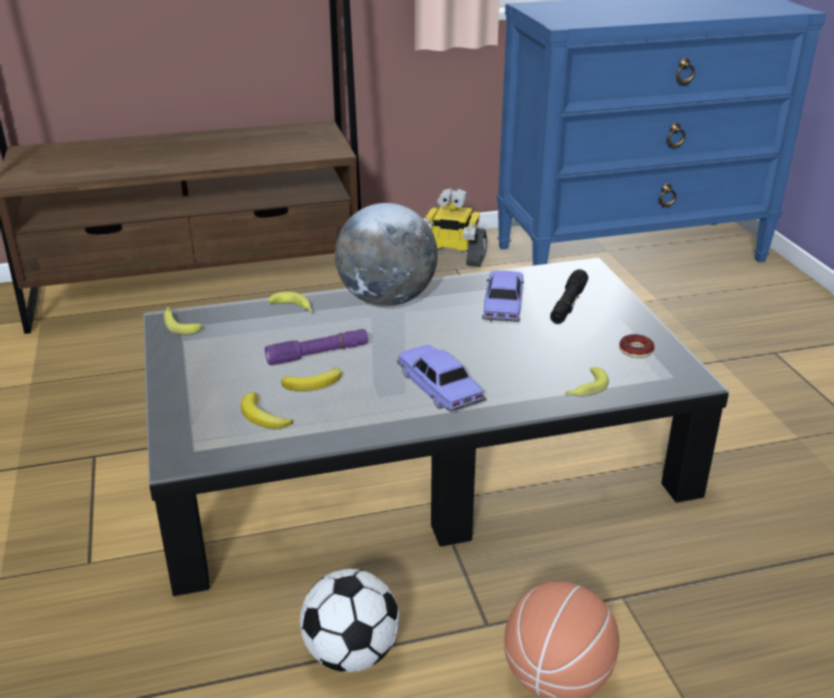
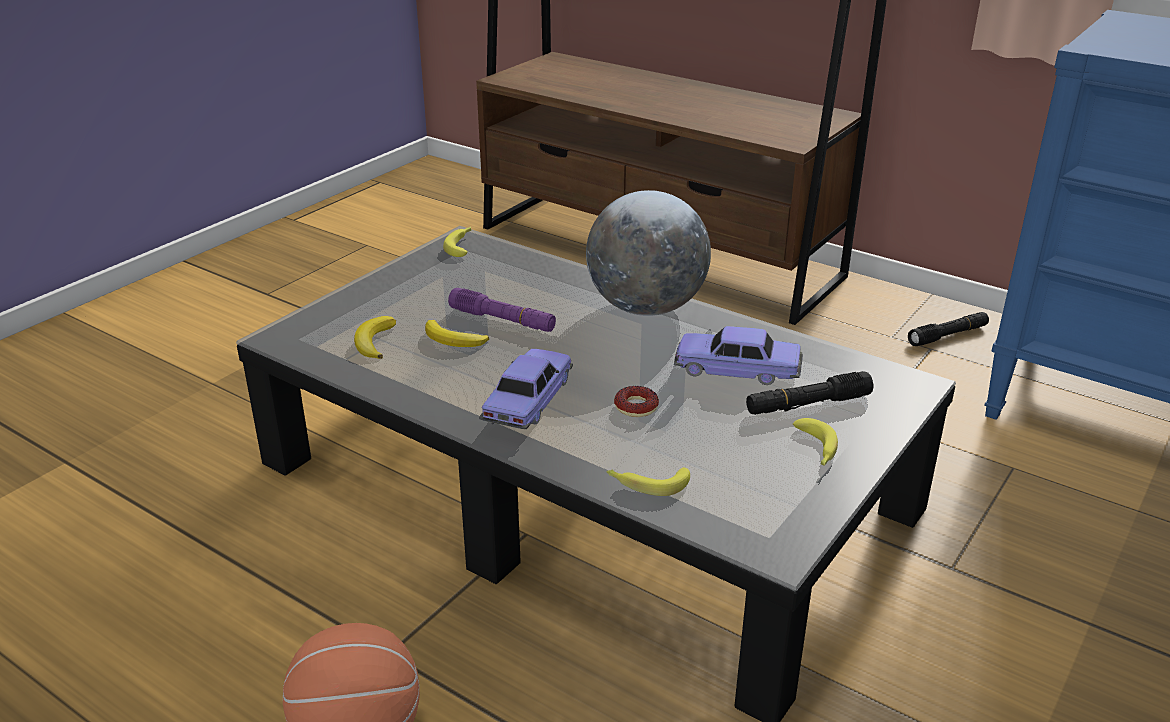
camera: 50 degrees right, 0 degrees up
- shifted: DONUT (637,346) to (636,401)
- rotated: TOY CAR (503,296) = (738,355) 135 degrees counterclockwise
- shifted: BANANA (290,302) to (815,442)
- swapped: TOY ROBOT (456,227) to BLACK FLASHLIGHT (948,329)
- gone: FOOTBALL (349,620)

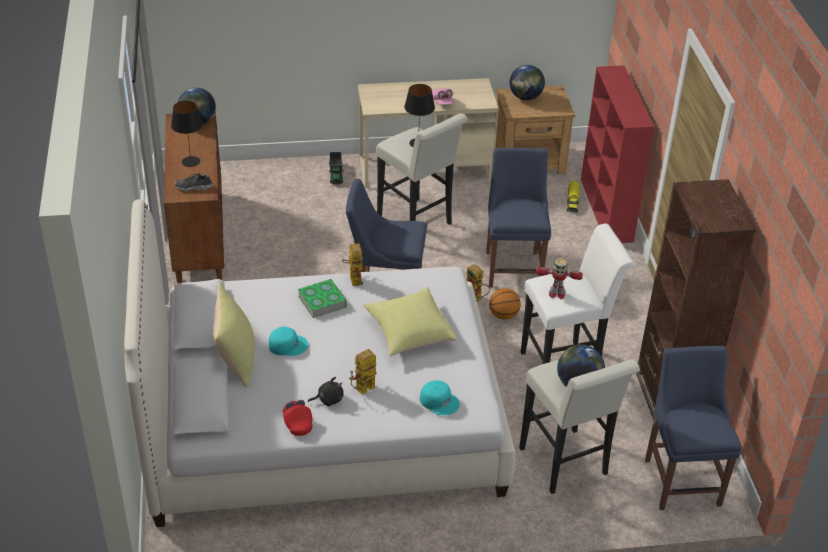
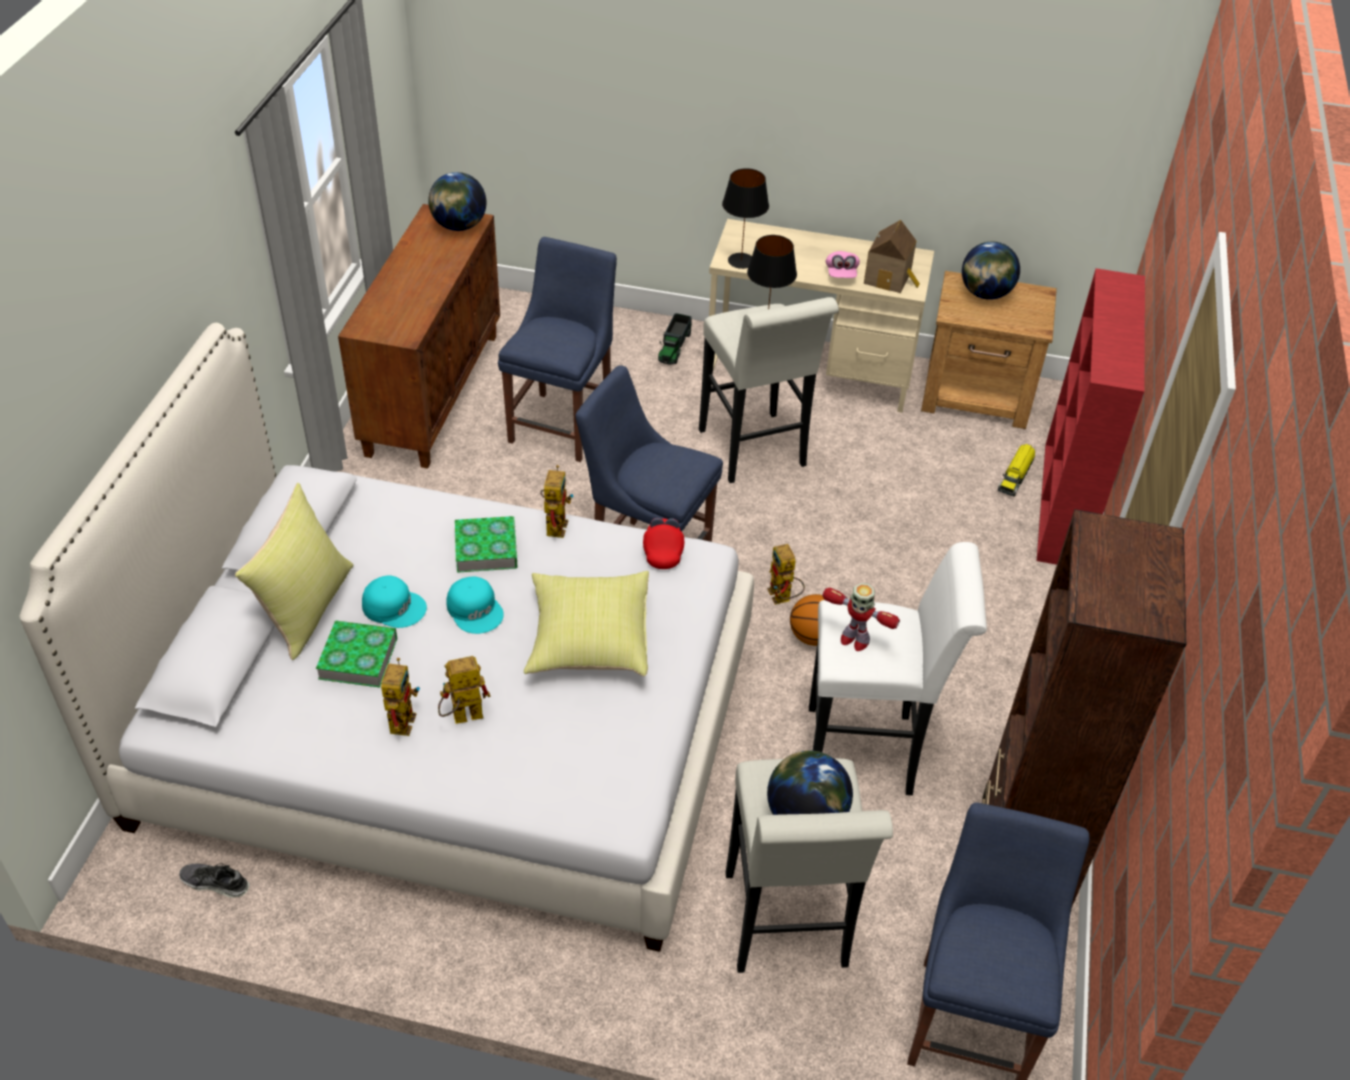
camera: 20 degrees right, 5 degrees up
- shifted: SHOE (193,182) to (214,880)
- new: BOOK (356,654)
- swapped: BLACK PLUSH TOY (326,391) to TOY ROBOT (400,697)
- shifted: TURQUOISE CAP (440,397) to (475,605)
- shifted: BLUE CHAIR (518,217) to (557,349)
- shifted: RED CAP (297,418) to (663,543)
- shifted: BLACK TABLE LAMP (187,134) to (745,218)
- new: TOY HOUSE (892,256)

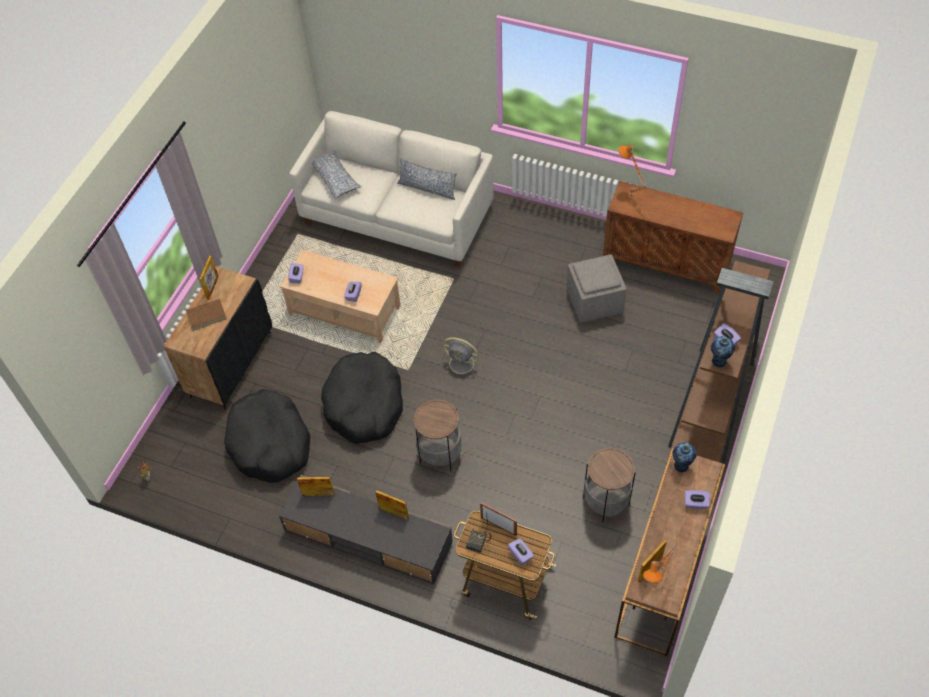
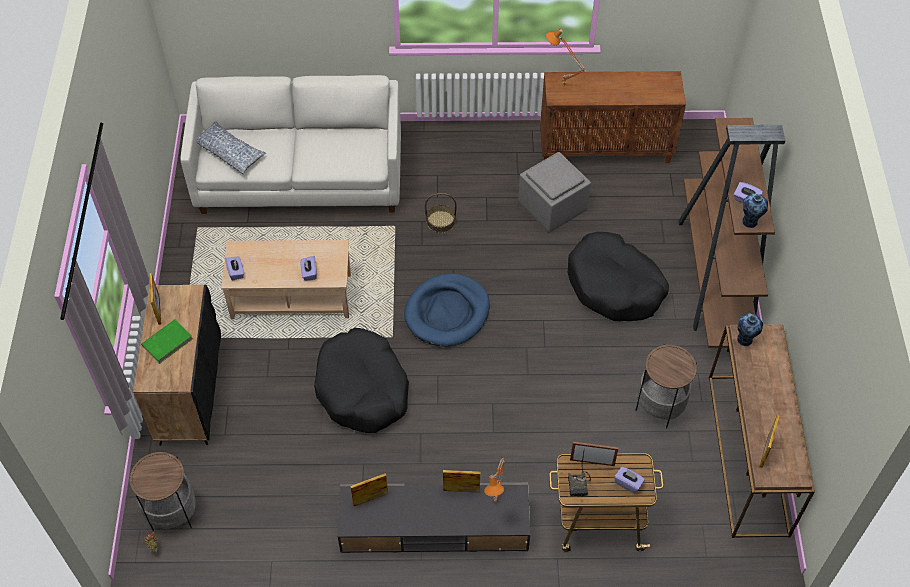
camera: 25 degrees left, 0 degrees up
- shifted: SIDE TABLE (437,436) to (163,492)
- repainted: BROWN BOOK (206,315) to GREEN BOOK (167,342)
- swapped: GREY FAN (462,358) to BLUE DOG BED (447,310)
- new: BASKET (441,213)
- shifted: ORANGE TABLE LAMP (658,568) to (494,480)
- shifted: BLACK DOG BED (267,436) to (618,276)
- gone: PILLOW (427,179)
- gone: PURPLE TISSUE BOX (697,499)

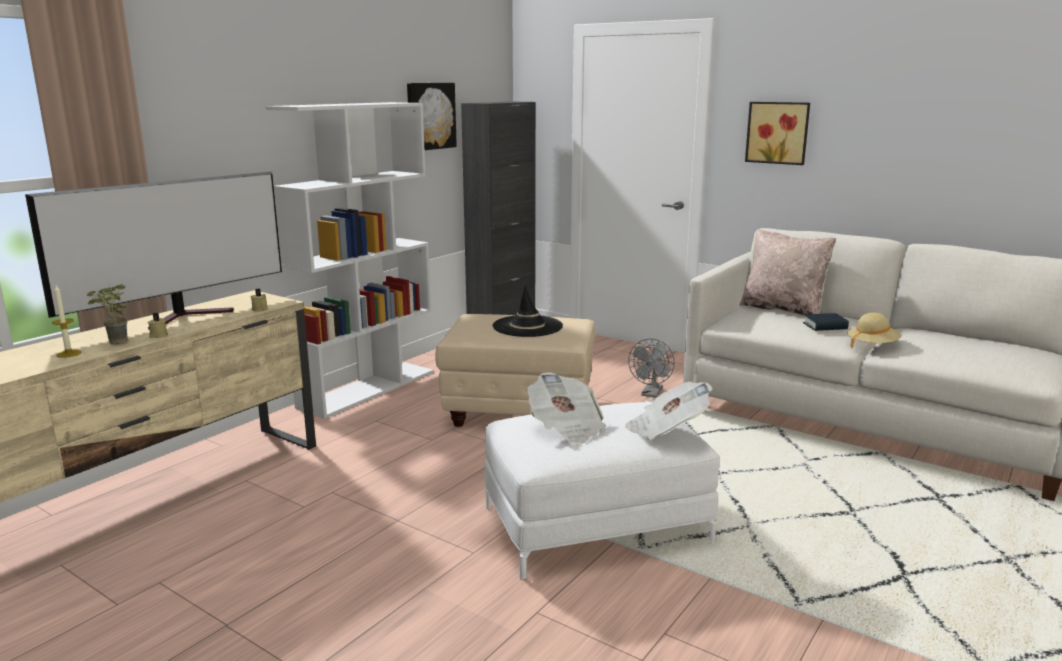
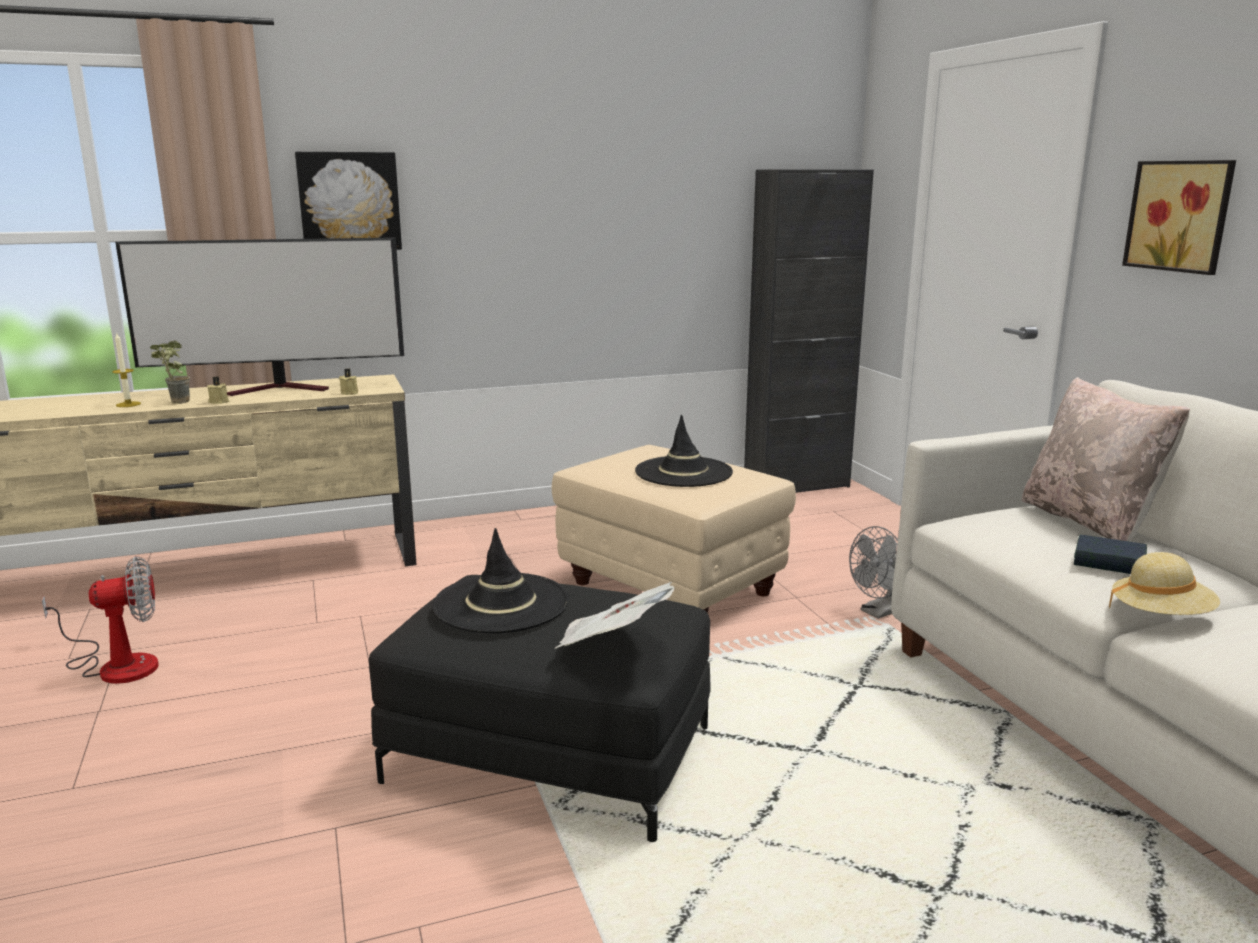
camera: 35 degrees right, 0 degrees up
- new: FAN (100,620)
- shifted: PICTURE (432,116) to (348,201)
- repainted: WHITE OTTOMAN (602,491) to BLACK OTTOMAN (539,708)
- swapped: NEWSPAPER (566,409) to BLACK HAT (500,580)
- gone: WHITE BOOKCASE (349,260)

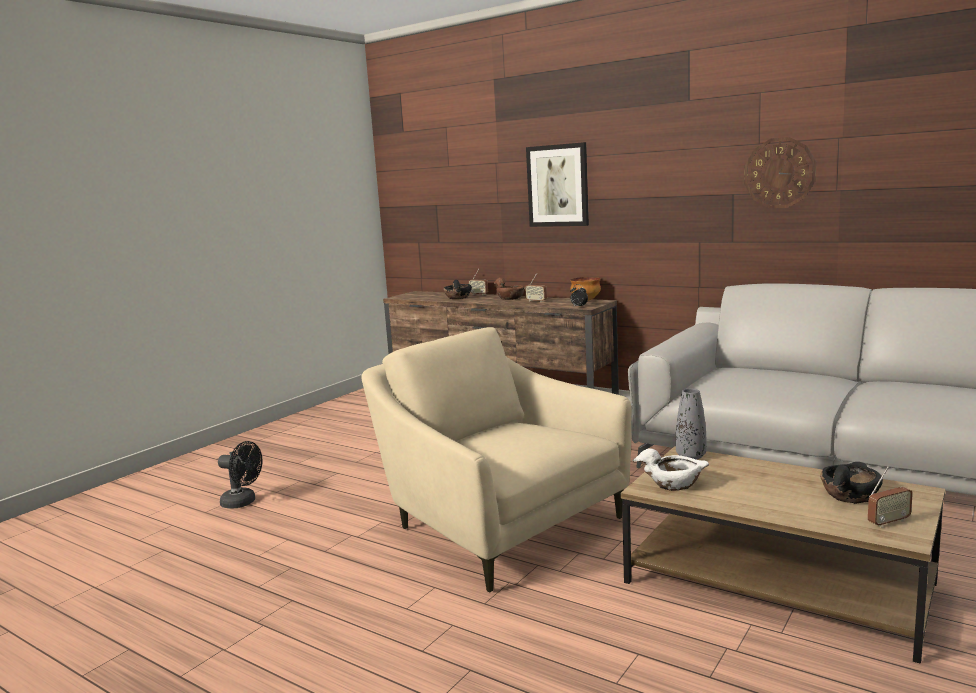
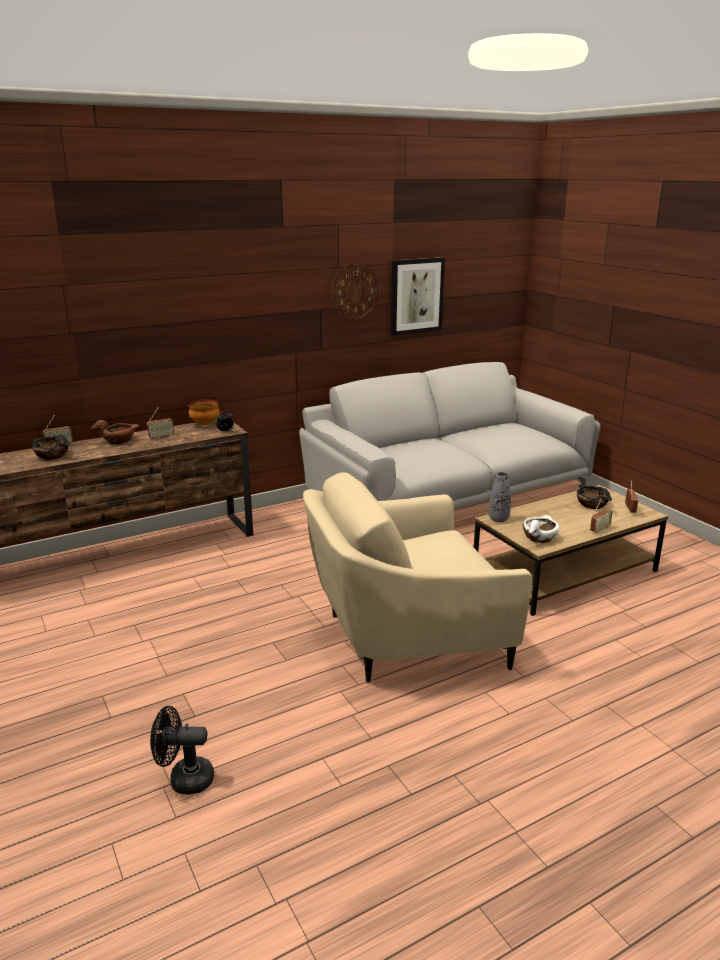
camera: 65 degrees left, 10 degrees up
- rotated: BLACK FAN (240,474) = (182,750) 135 degrees counterclockwise
- shifted: PICTURE (557,184) to (418,296)
- new: RADIO (601,516)

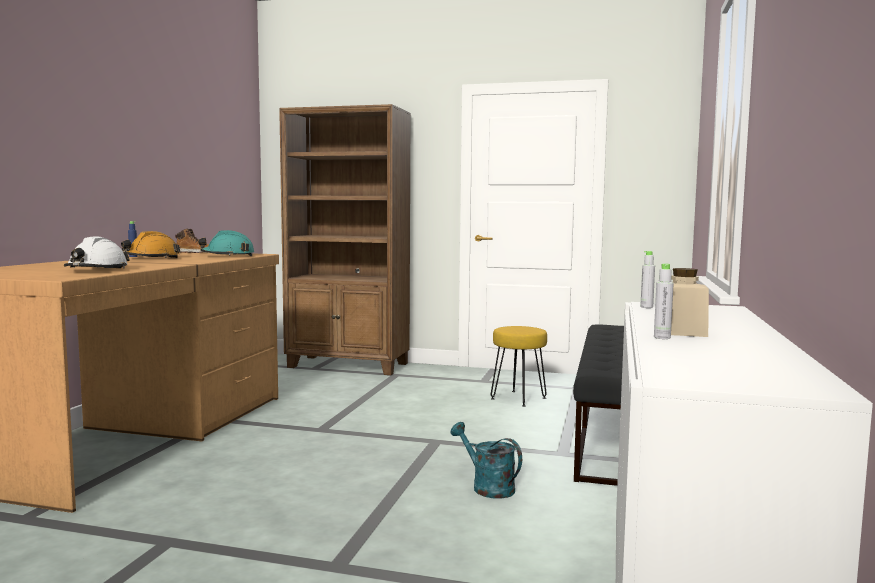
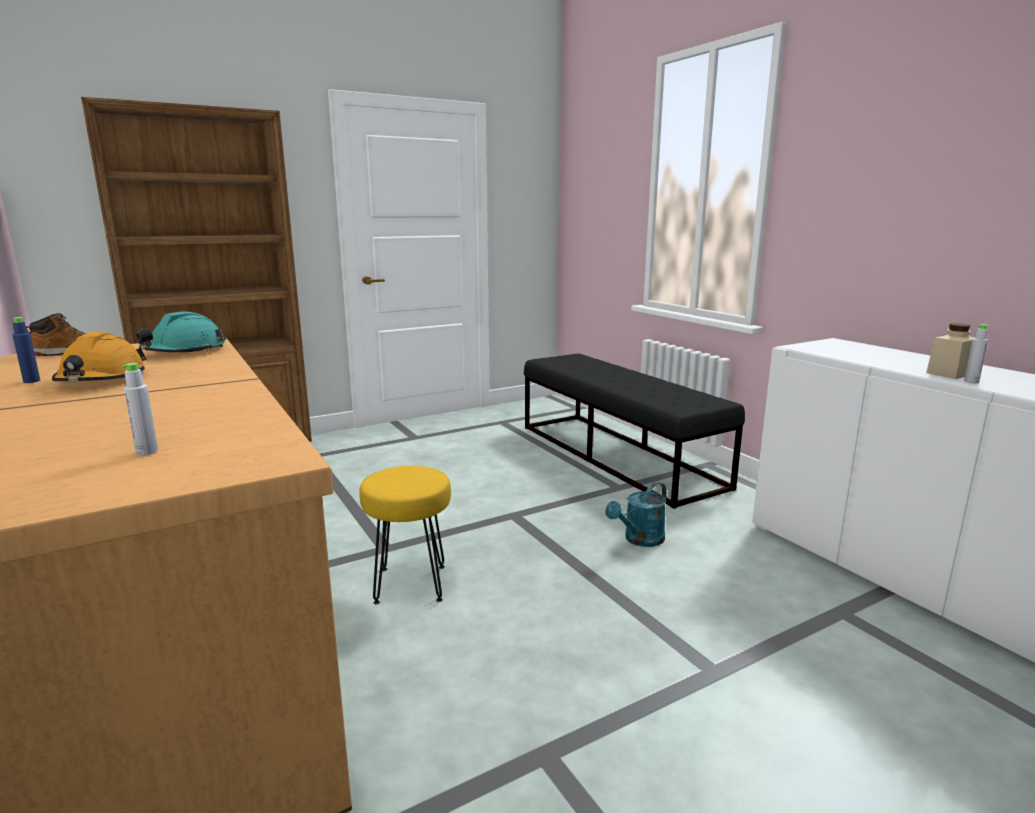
camera: 45 degrees left, 10 degrees up
- shifted: GREY BOTTLE (647,279) to (139,409)
- shifted: YELLOW STOOL (519,366) to (405,535)
- rotated: TURQUOISE WATERING CAN (486,460) = (636,514) 45 degrees counterclockwise
- gone: WHITE HARD HAT (97,252)

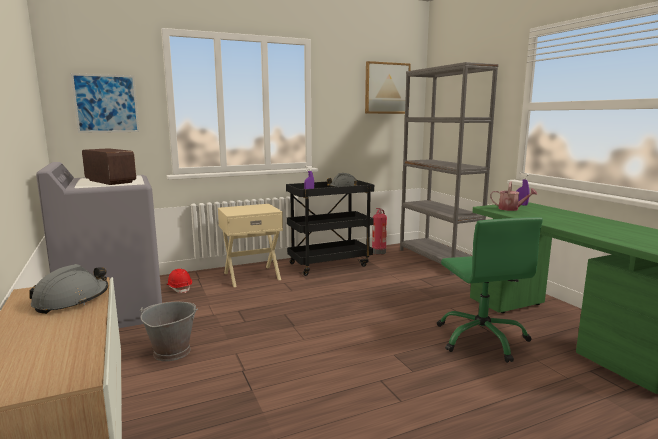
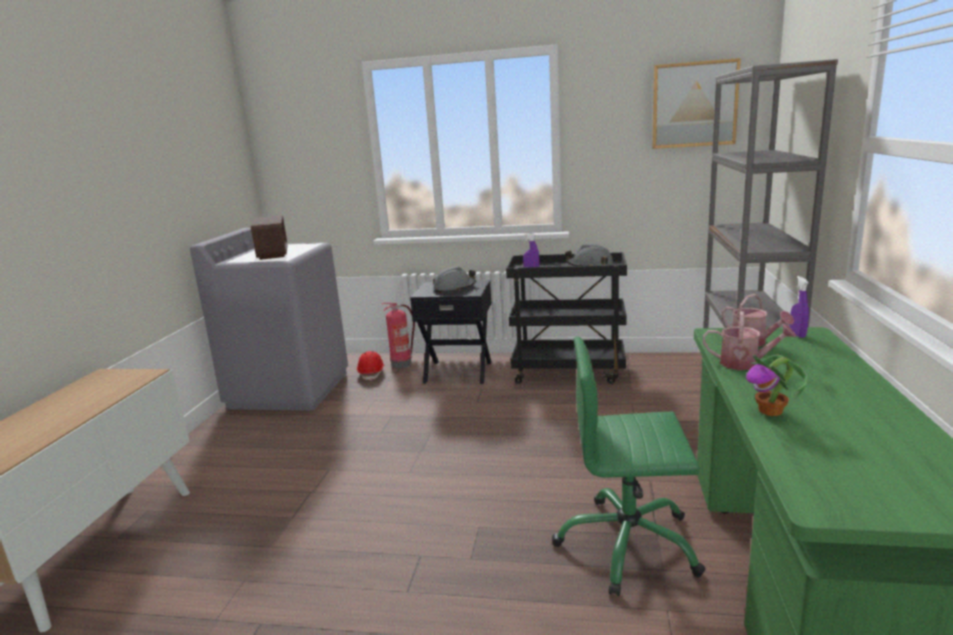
camera: 35 degrees right, 5 degrees up
- shifted: FIRE EXTINGUISHER (379,231) to (398,336)
- repainted: BEIGE NIGHTSTAND (250,245) to BLACK NIGHTSTAND (451,332)
- shifted: GREY HARD HAT (69,289) to (454,279)
- rotated: GREEN OFFICE CHAIR (490,290) = (629,466) 75 degrees clockwise
- new: WATERING CAN (750,340)
- new: POTTED PLANT (777,385)
- gone: PICTURE (105,103)
- gone: GREY BUCKET (169,331)

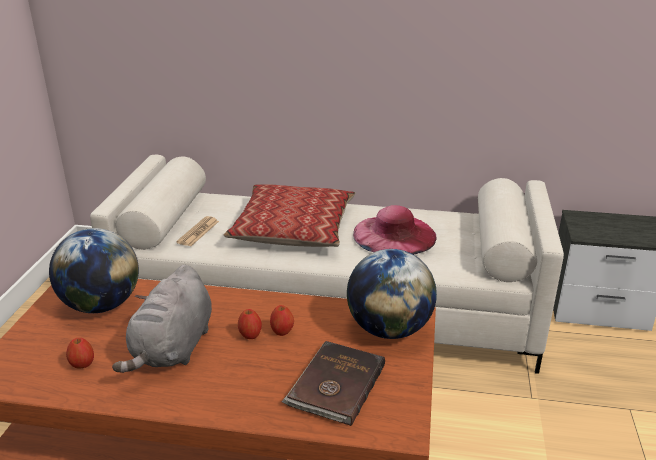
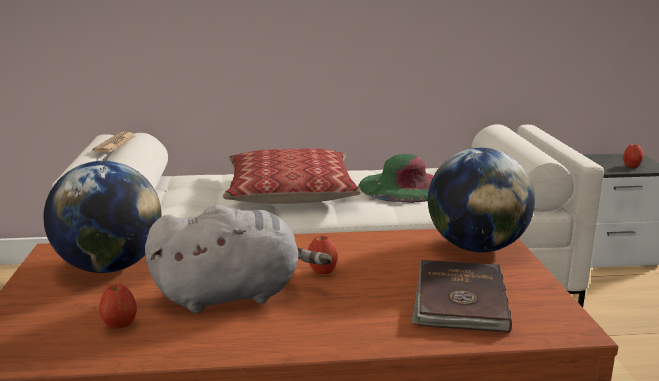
camera: 15 degrees left, 10 degrees down
- shifted: NEWSPAPER (197,231) to (114,142)
- rotated: GREY PLUSH TOY (162,319) = (238,259) 105 degrees counterclockwise
- repainted: PINK HAT (394,229) to GREEN HAT (396,178)
- shifted: APPLE (282,320) to (633,156)

